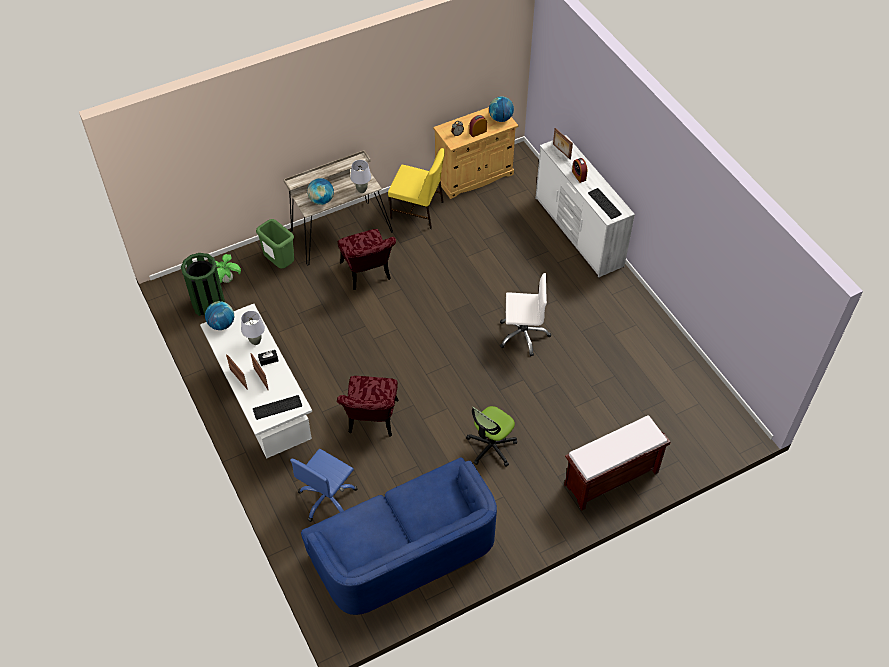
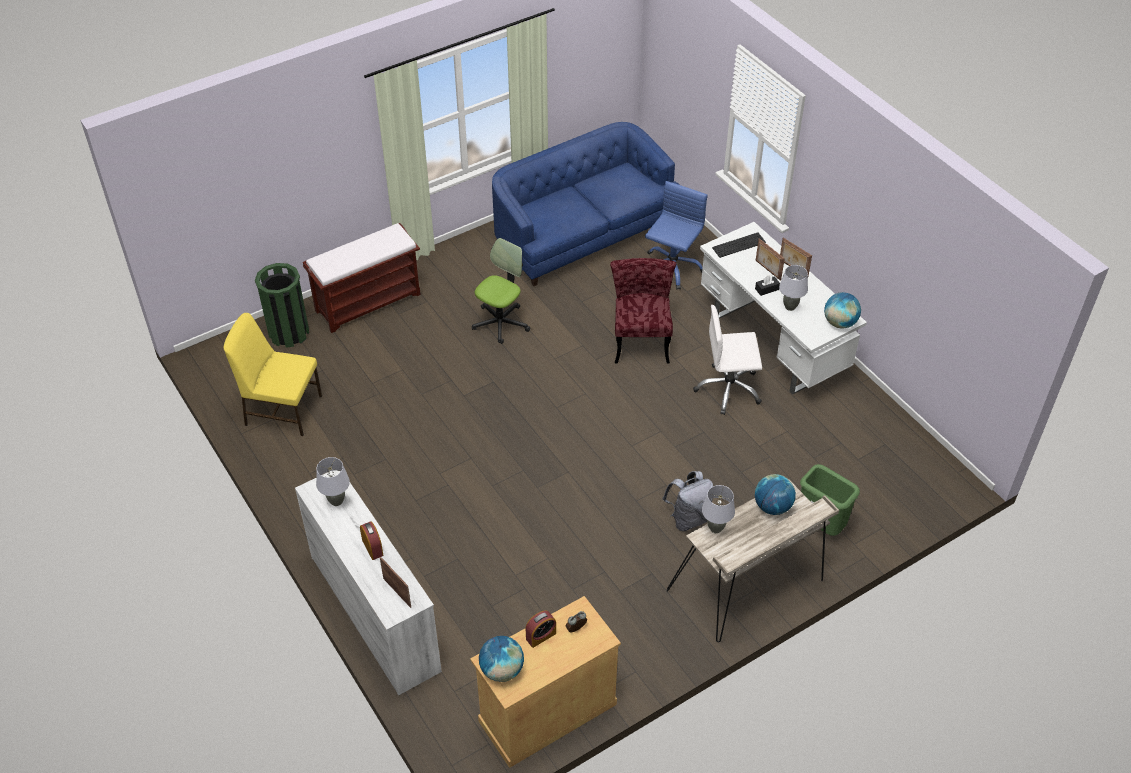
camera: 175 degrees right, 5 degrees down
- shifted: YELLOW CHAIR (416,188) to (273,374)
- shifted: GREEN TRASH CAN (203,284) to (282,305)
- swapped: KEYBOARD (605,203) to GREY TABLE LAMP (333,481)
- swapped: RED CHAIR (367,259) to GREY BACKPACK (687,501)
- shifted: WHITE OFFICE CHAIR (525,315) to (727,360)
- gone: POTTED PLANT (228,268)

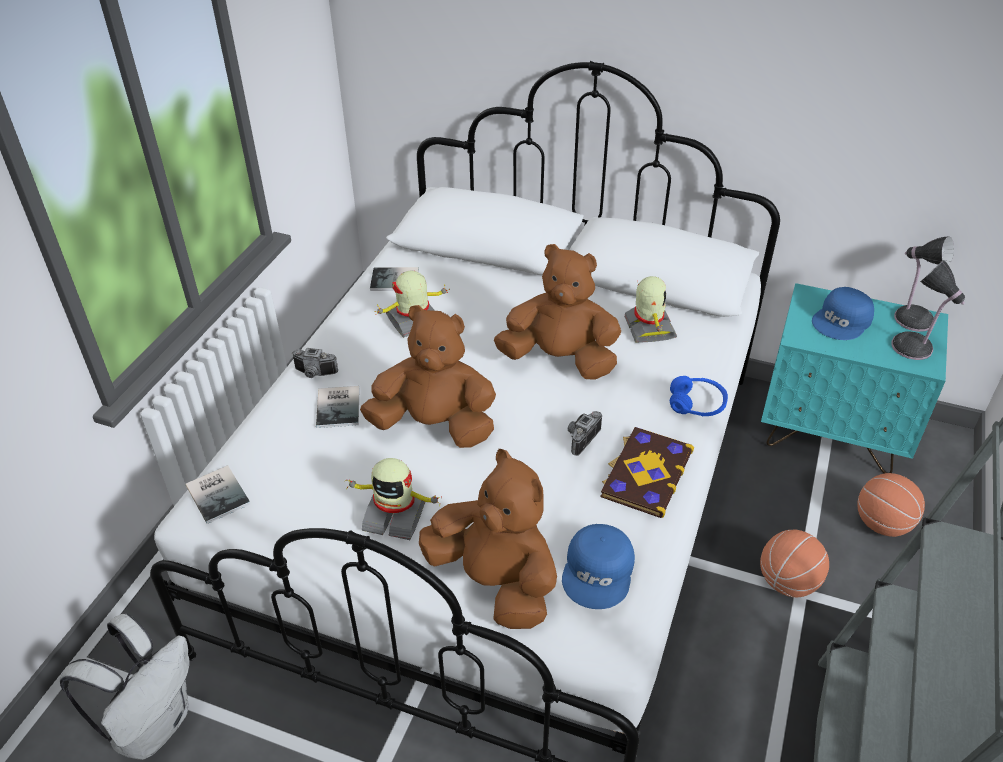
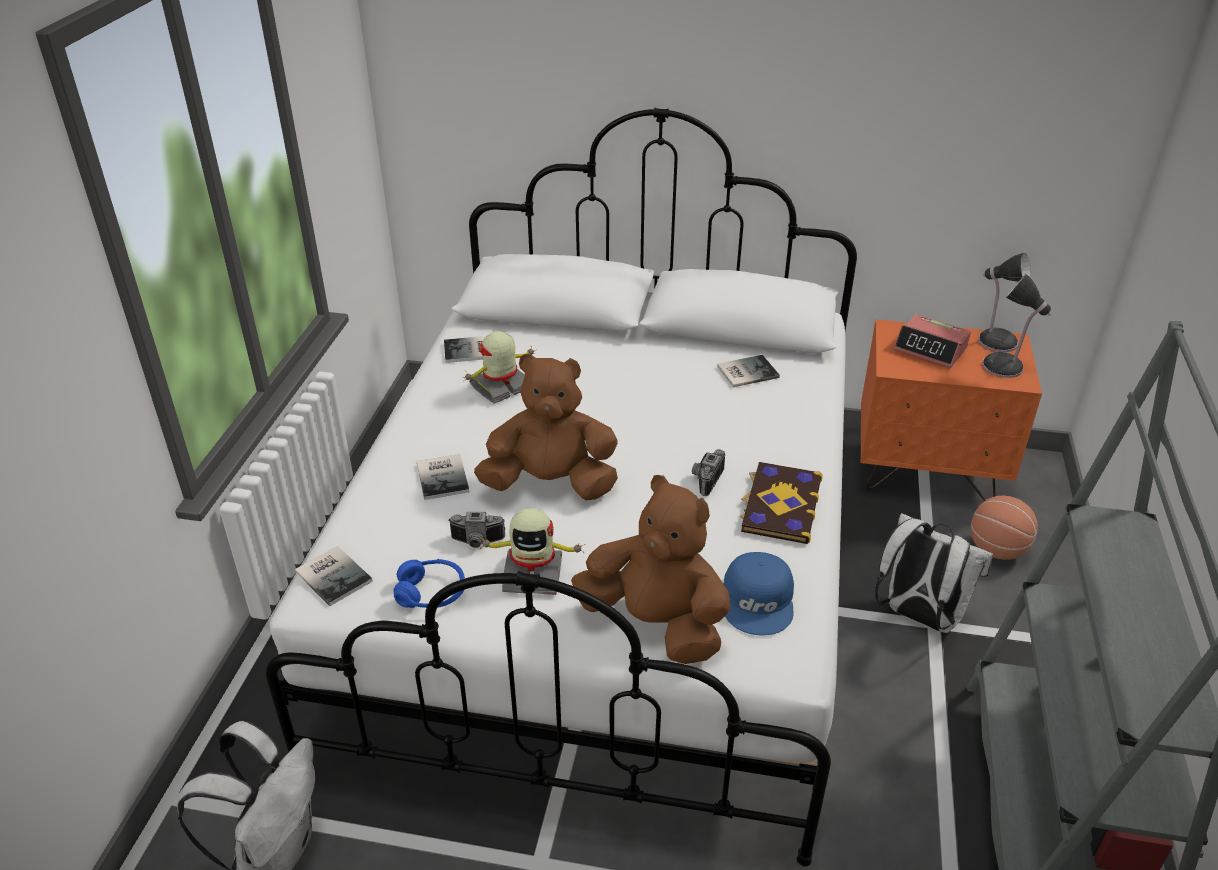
camera: 10 degrees left, 5 degrees down
- shifted: BLUE HEADPHONES (699,396) to (429,583)
- shifted: PHOTO CAMERA (314,363) to (477,530)
- swapped: TOY ROBOT (650,309) to BOOK (748,371)
- repainted: TURQUOISE NIGHTSTAND (854,378) to ORANGE NIGHTSTAND (951,410)
- swapped: BASKETBALL (794,563) to WHITE BACKPACK (934,573)
- swapped: BLUE CAP (843,313) to ALARM CLOCK (932,341)
- gone: BROWN PLUSH TOY (557,312)

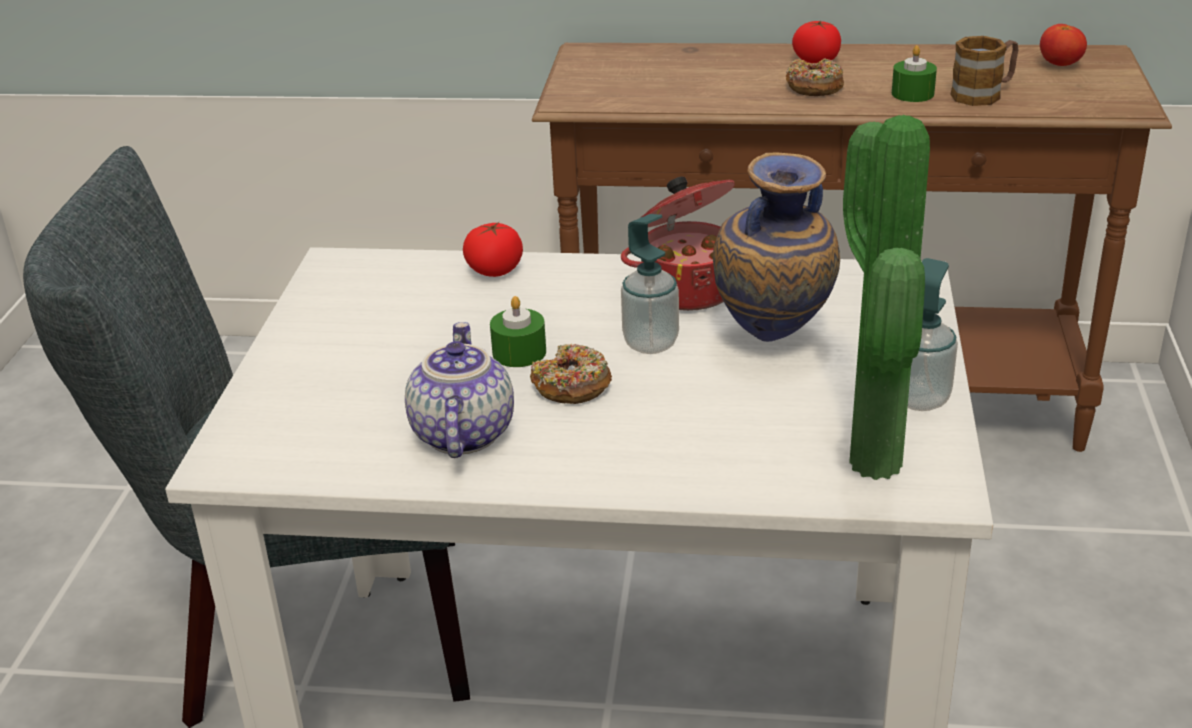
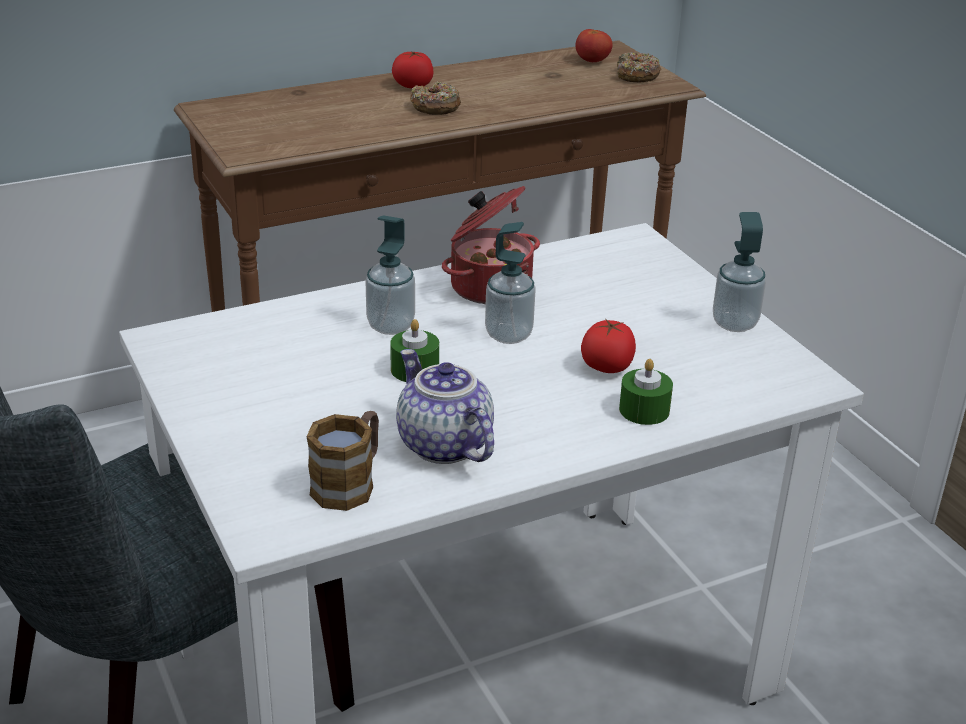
camera: 35 degrees left, 0 degrees up
- shifted: MUG (984,71) to (342,461)
- new: SOAP DISPENSER (390,275)
- shifted: TOMATO (493,249) to (608,346)
- shifted: DONUT (571,374) to (639,67)
- shifted: GREEN CANDLE (914,73) to (646,392)
- gone: VASE (776,247)
- gone: POTTED PLANT (886,297)

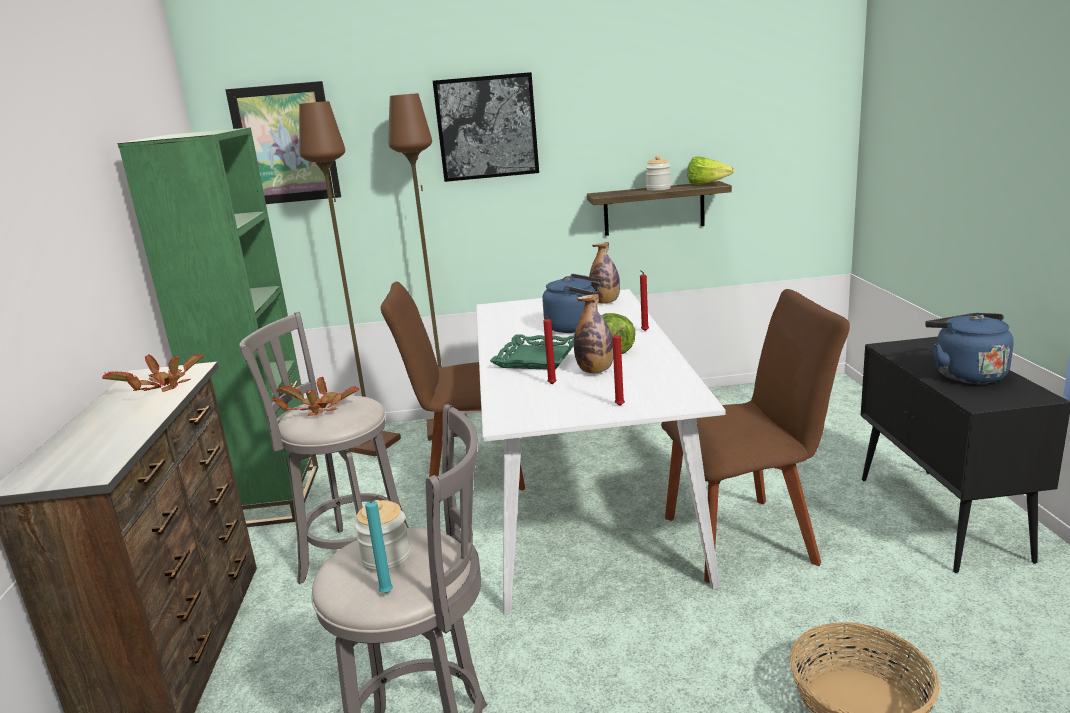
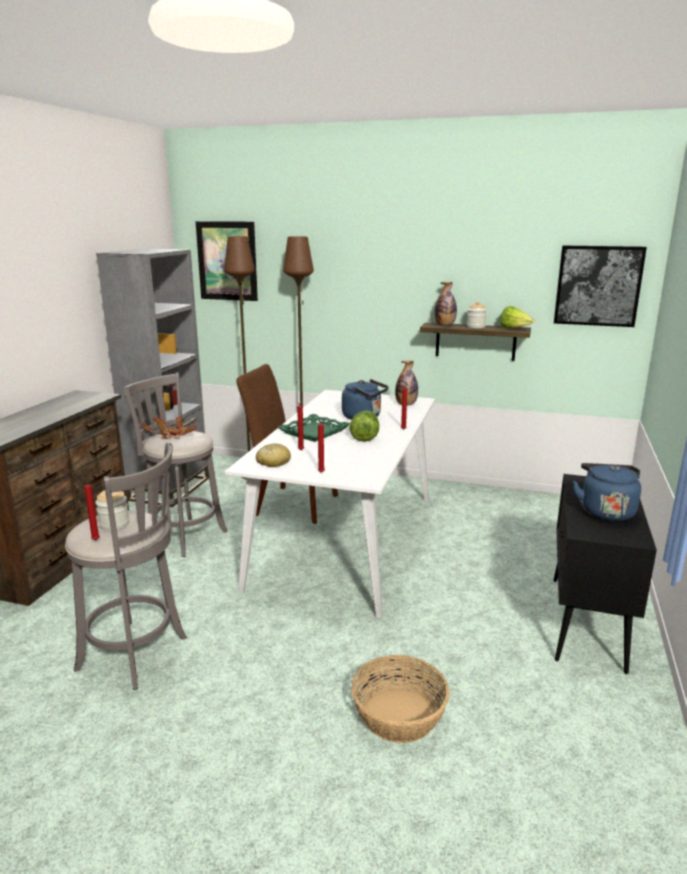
camera: 20 degrees right, 0 degrees up
- repainted: TURQUOISE CANDLE (379,544) to RED CANDLE (92,511)
- repainted: GREEN BOOKCASE (217,327) to GREY BOOKCASE (152,378)
- new: BREAD (273,455)
- shifted: BOTTLE (593,333) to (446,304)
- shifted: PICTURE (486,127) to (600,286)
- gone: POTTED PLANT (152,373)
- gone: BROWN CHAIR (755,436)

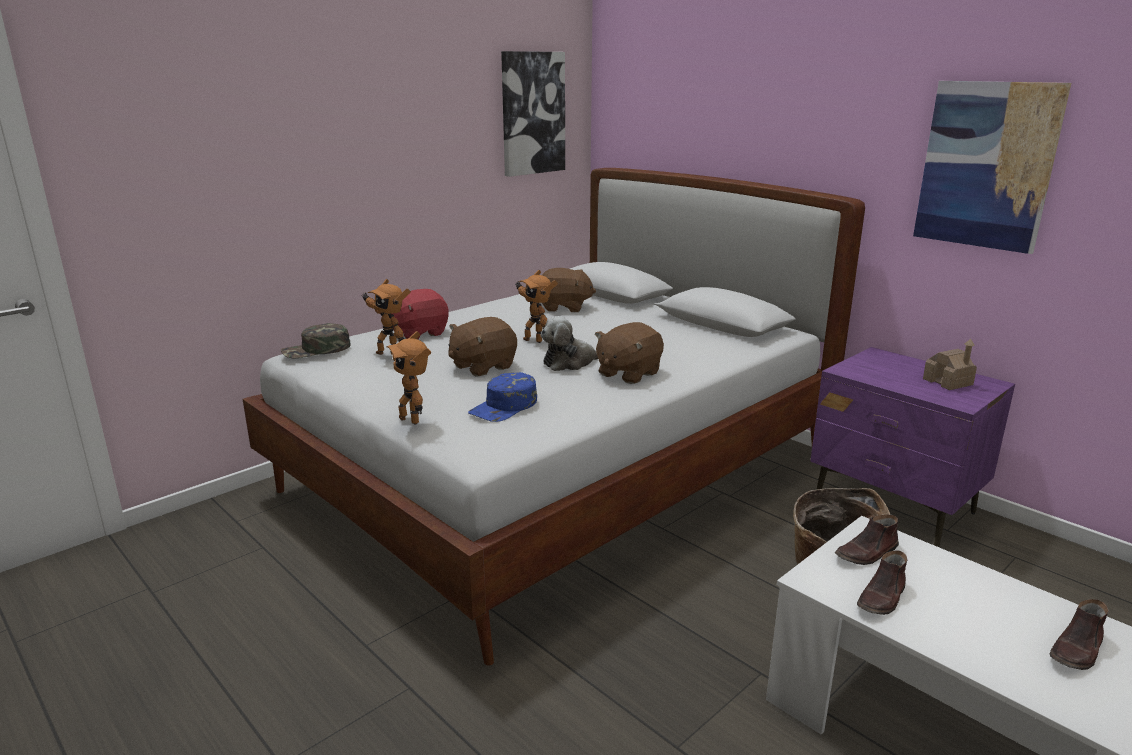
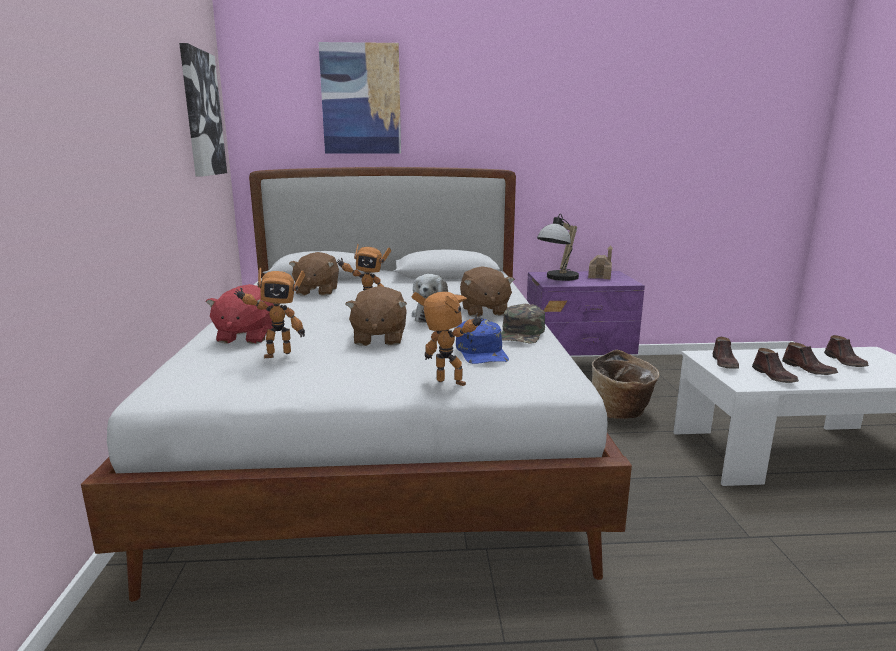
camera: 50 degrees left, 5 degrees down
- rotated: BROWN PLUSH TOY (569,290) = (314,274) 135 degrees clockwise
- shifted: PICTURE (992,167) to (360,97)
- rotated: TOY ROBOT (408,378) = (447,339) 150 degrees counterclockwise
- shifted: GREEN CAP (315,340) to (523,323)
- new: TABLE LAMP (558,247)
- new: BROWN SHOE (810,358)

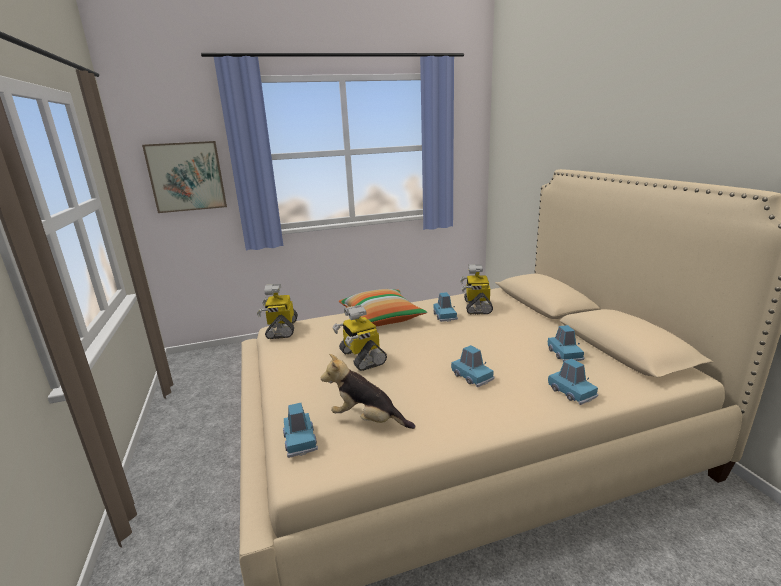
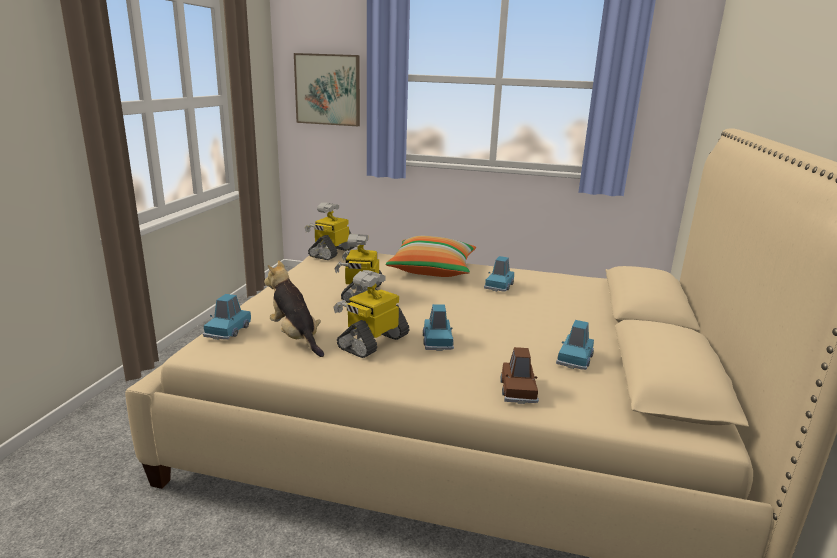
camera: 30 degrees right, 0 degrees up
- shifted: TOY ROBOT (476,289) to (371,314)
- repainted: BLUE TOY CAR (573,382) to BROWN TOY CAR (519,375)

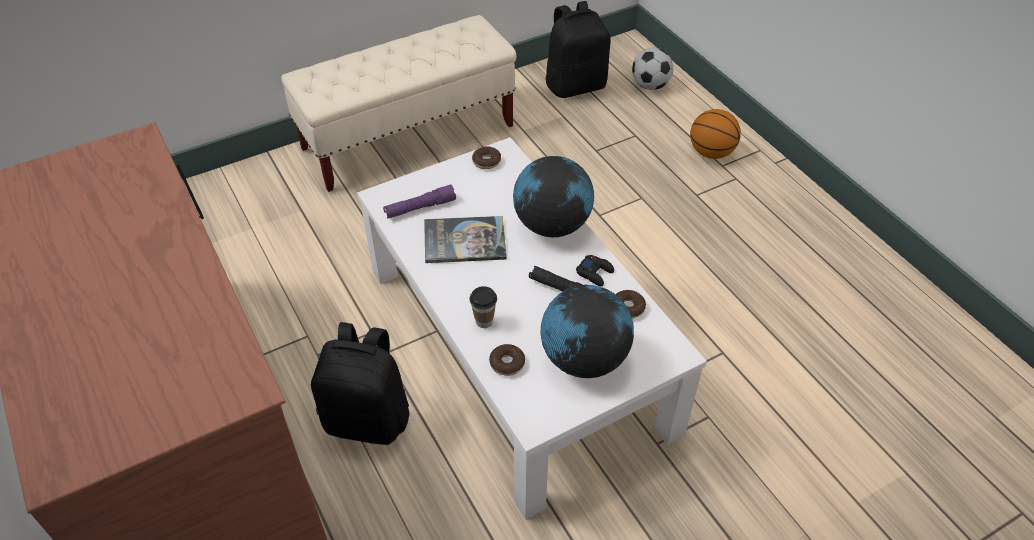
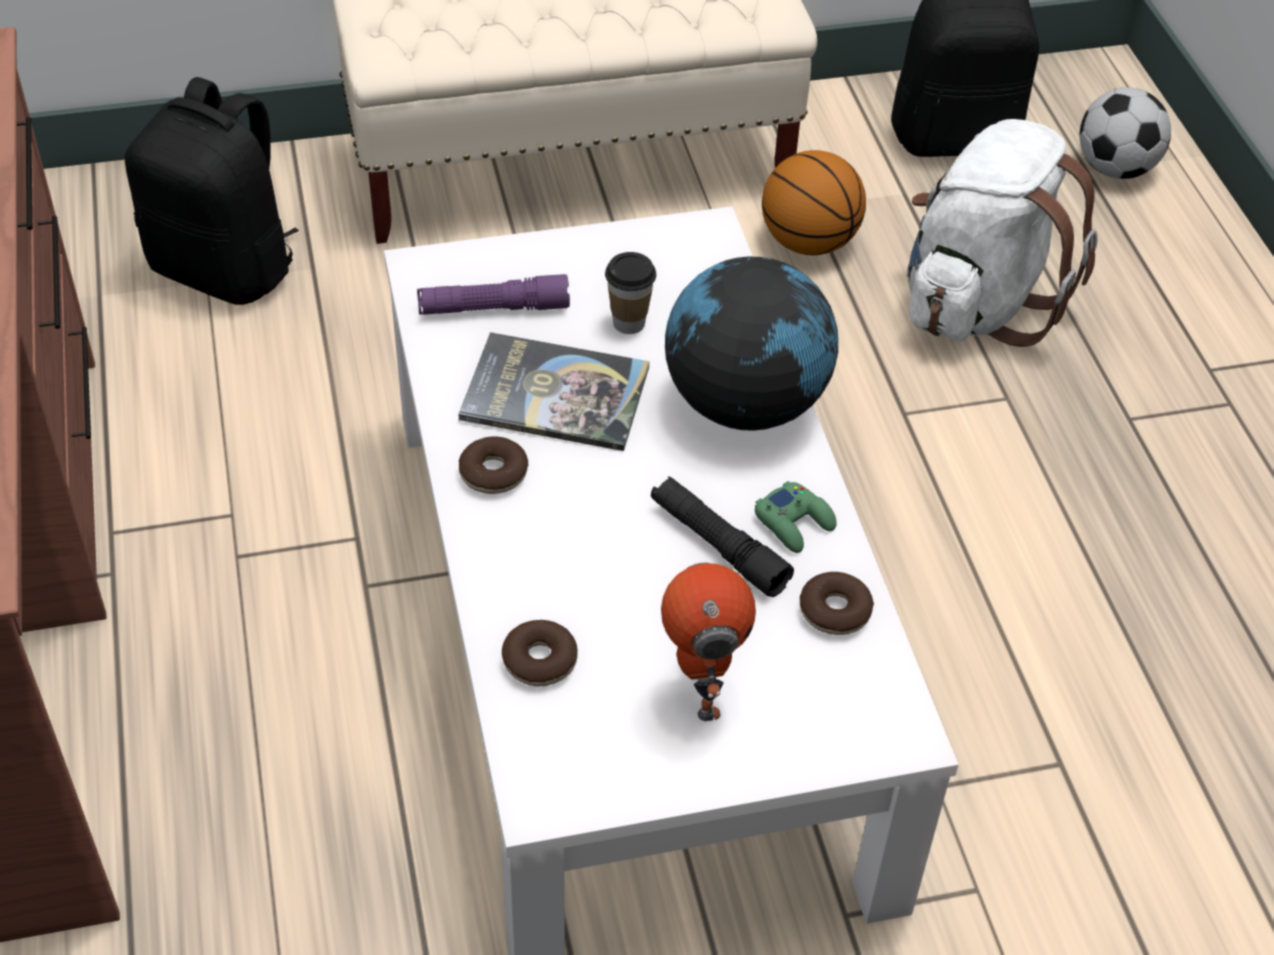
camera: 15 degrees right, 0 degrees up
- shifted: BLACK BACKPACK (360,383) to (212,191)
- shifted: DONUT (486,157) to (493,465)
- shifted: CUP (483,307) to (630,293)
- swapped: GLOBE (587,331) to TOY ROBOT (708,642)
- repainted: BLACK GAME CONTROLLER (595,270) to GREEN GAME CONTROLLER (796,517)
- shifted: BASKETBALL (715,134) to (814,202)
- new: WHITE BACKPACK (1002,233)

